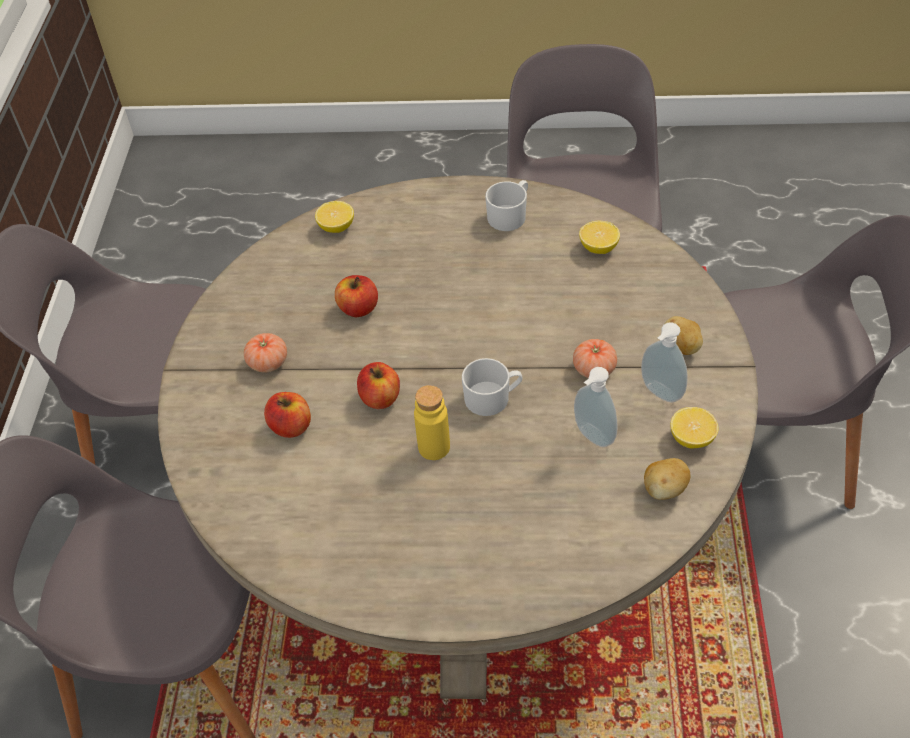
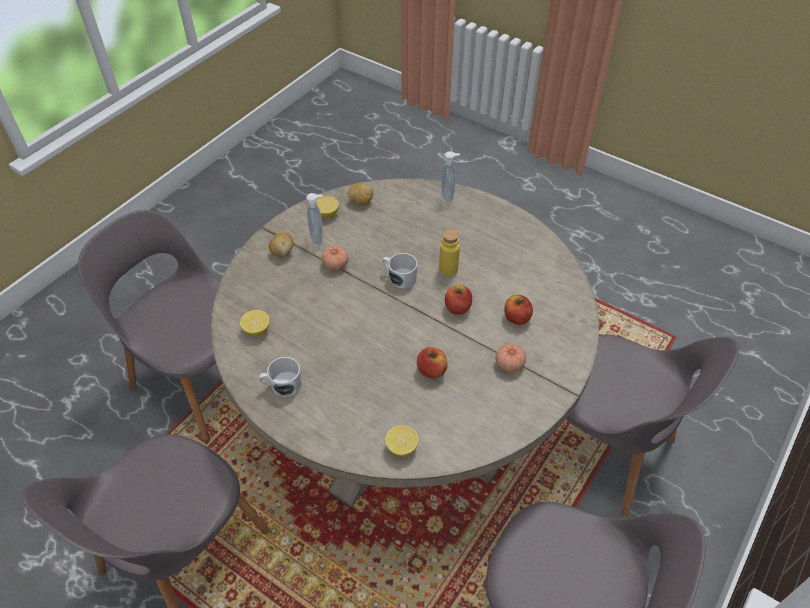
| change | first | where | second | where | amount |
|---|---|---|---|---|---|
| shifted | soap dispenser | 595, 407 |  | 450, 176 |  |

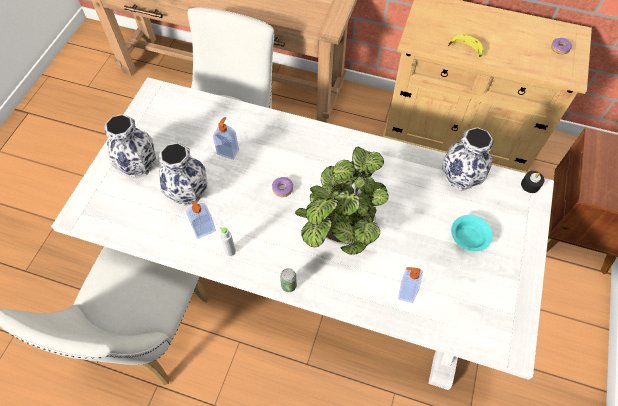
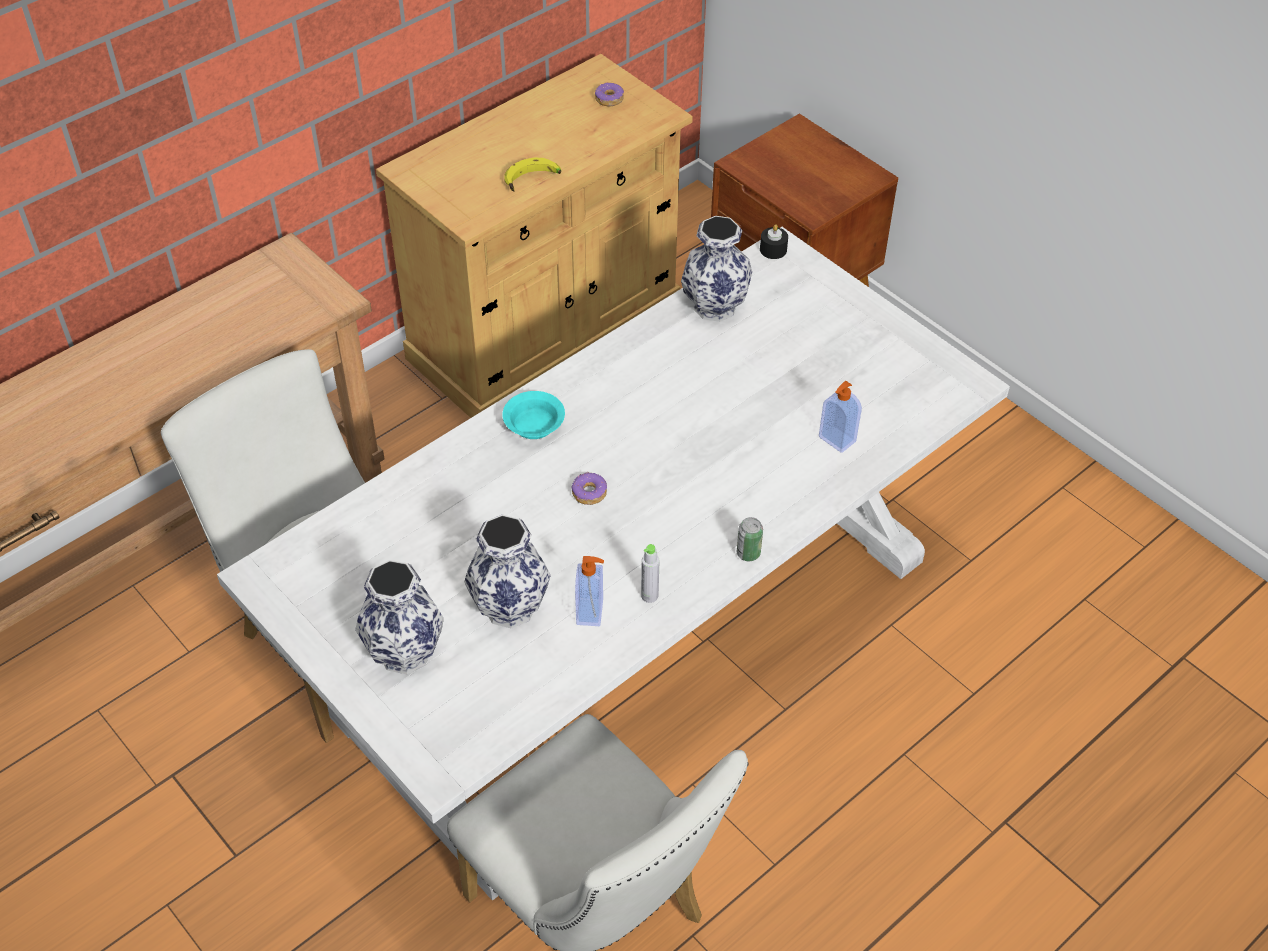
| change | first | where | second | where | amount |
|---|---|---|---|---|---|
| gone | soap dispenser | 226, 138 |  |  |  |
| gone | potted plant | 342, 201 |  |  |  |
| shifted | bowl in turquoise | 472, 233 |  | 533, 415 |  |

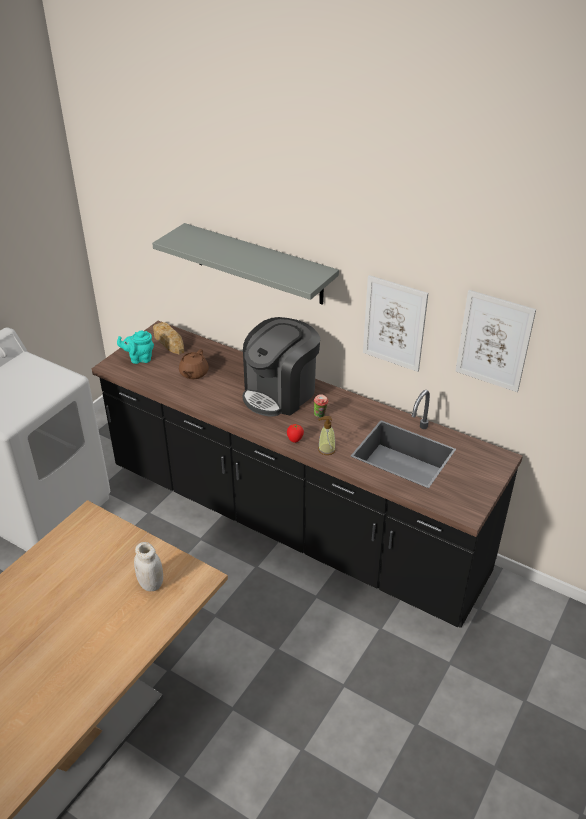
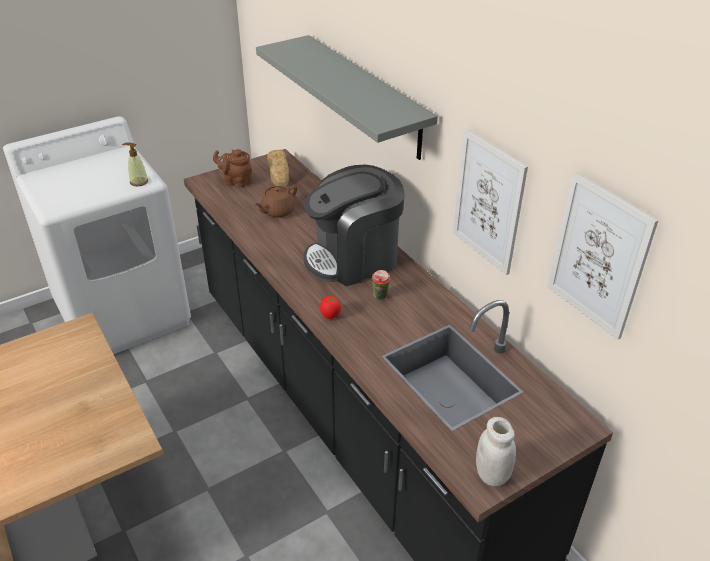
| change | first | where | second | where | amount |
|---|---|---|---|---|---|
| repainted | teapot in turquoise | 135, 347 | teapot in brown | 232, 168 |  |
| shifted | jar in white | 148, 567 |  | 496, 451 |  |
| shifted | soap dispenser | 327, 435 |  | 135, 164 |  |

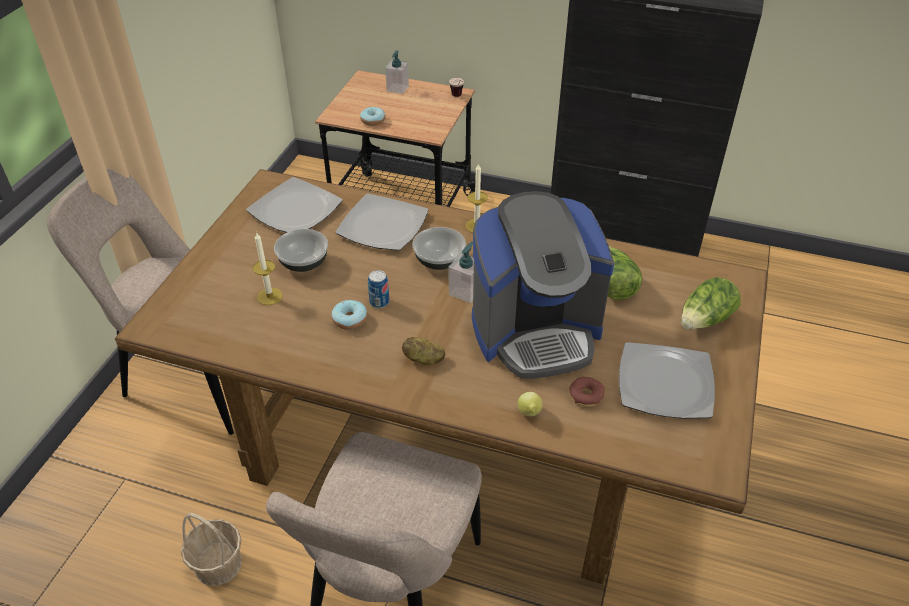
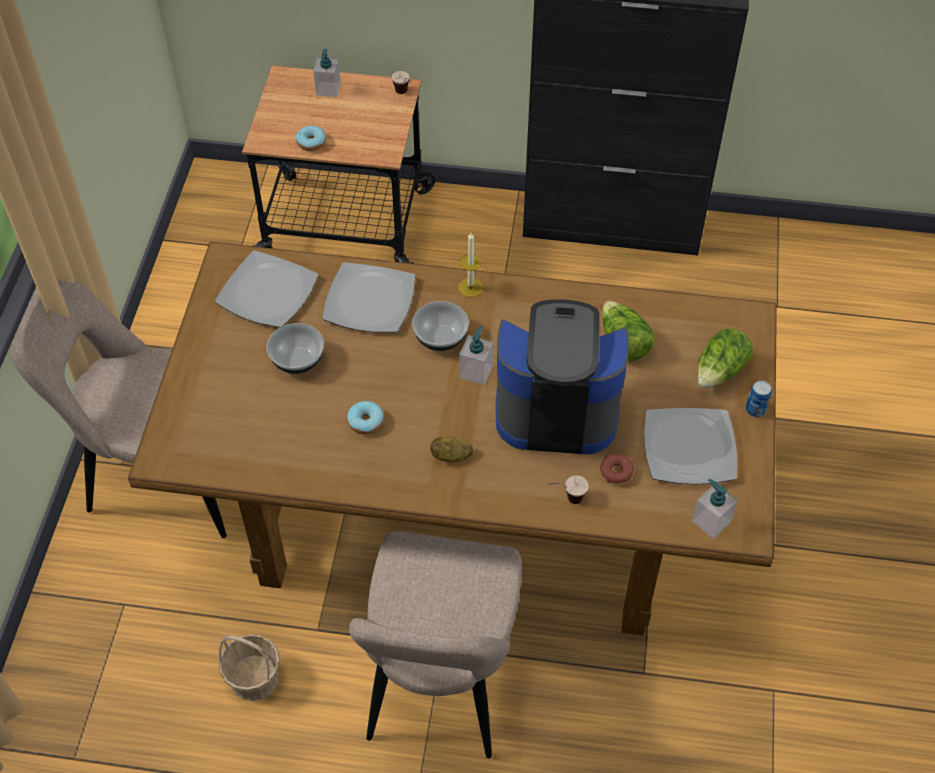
| change | first | where | second | where | amount |
|---|---|---|---|---|---|
| gone | candle | 268, 268 |  |  |  |
| shifted | can | 378, 289 |  | 759, 399 |  |
| rotated | coffee machine | 543, 285 |  | 562, 376 | 150 degrees counterclockwise |
| swapped | lemon | 530, 404 | cup | 568, 490 |  |
| new |  |  | soap dispenser | 715, 509 |  |

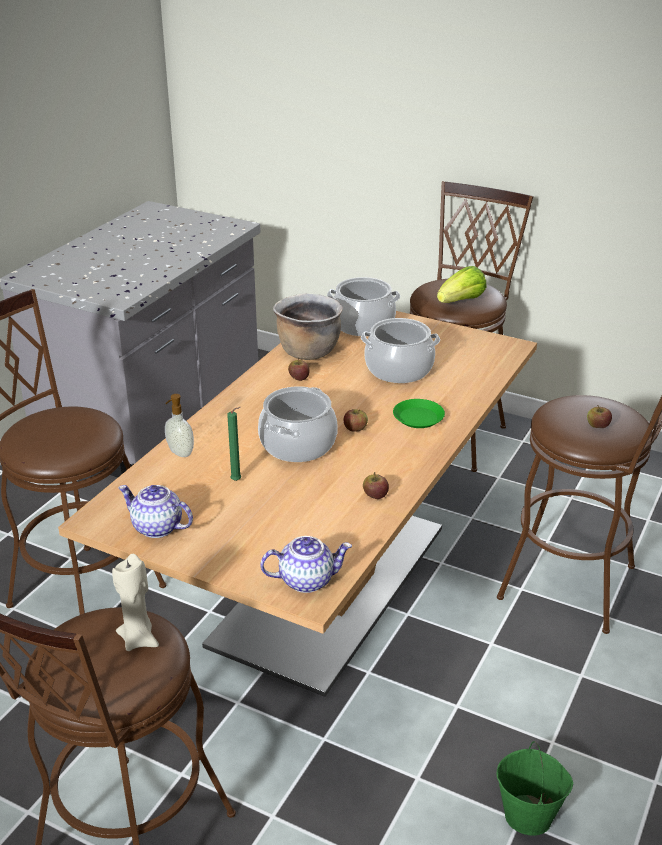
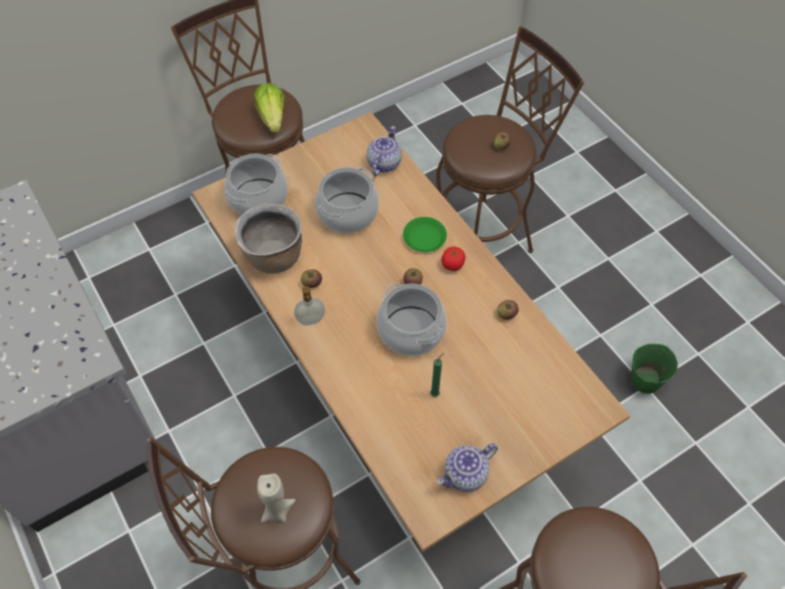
| change | first | where | second | where | amount |
|---|---|---|---|---|---|
| shifted | candle in beige | 135, 602 |  | 276, 497 |  |
| shifted | soap dispenser | 179, 425 |  | 309, 305 |  |
| shifted | teapot | 306, 564 |  | 384, 151 |  |
| new |  |  | tomato | 454, 258 |  |

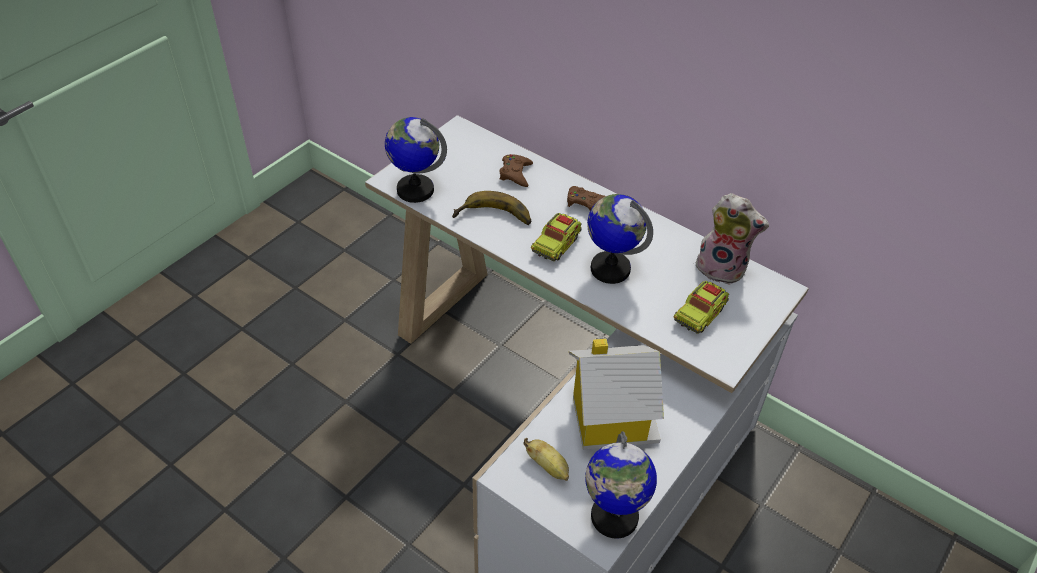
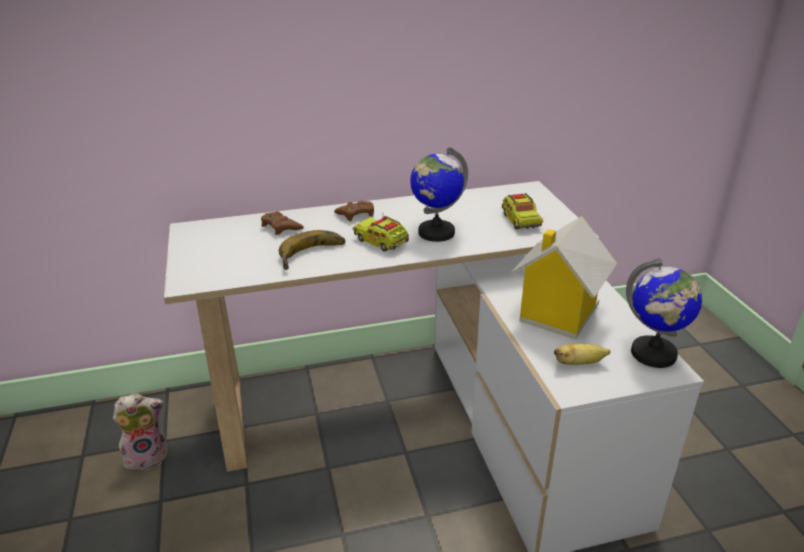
| change | first | where | second | where | amount |
|---|---|---|---|---|---|
| gone | globe | 416, 160 |  |  |  |
| rotated | toy truck | 556, 237 |  | 381, 234 | 150 degrees clockwise |
| shifted | plush toy | 732, 239 |  | 140, 432 |  |

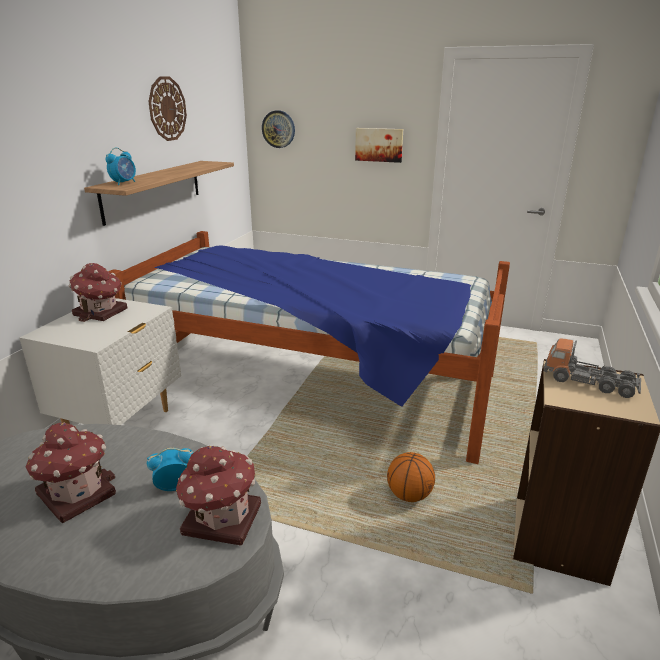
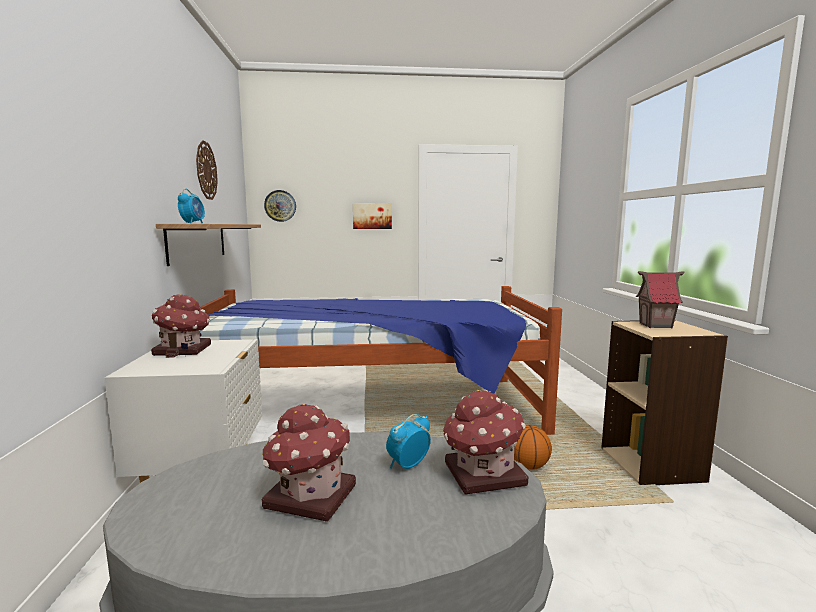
| change | first | where | second | where | amount |
|---|---|---|---|---|---|
| swapped | toy truck | 592, 368 | toy house | 660, 299 |  |

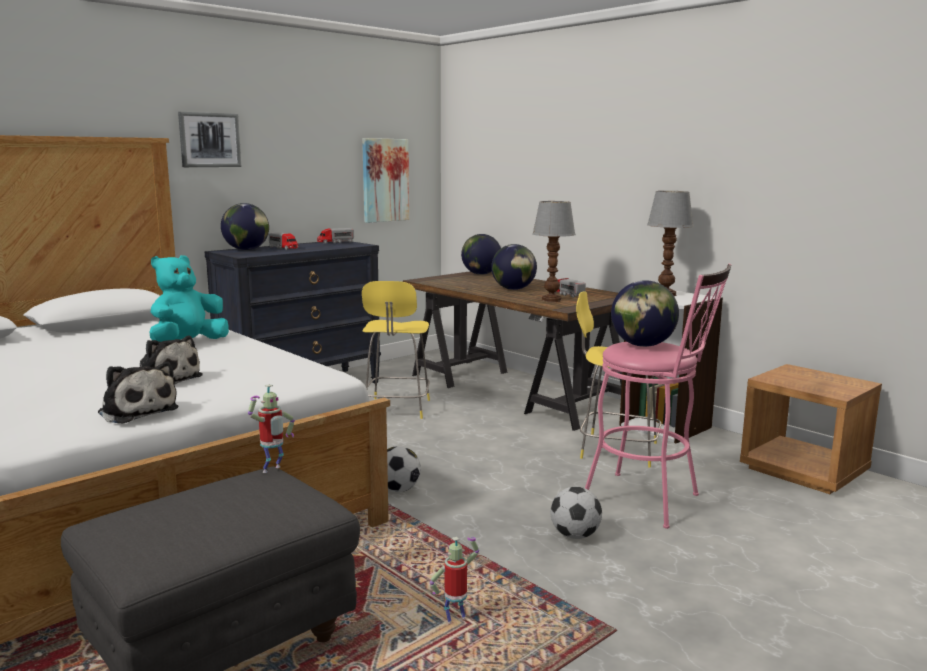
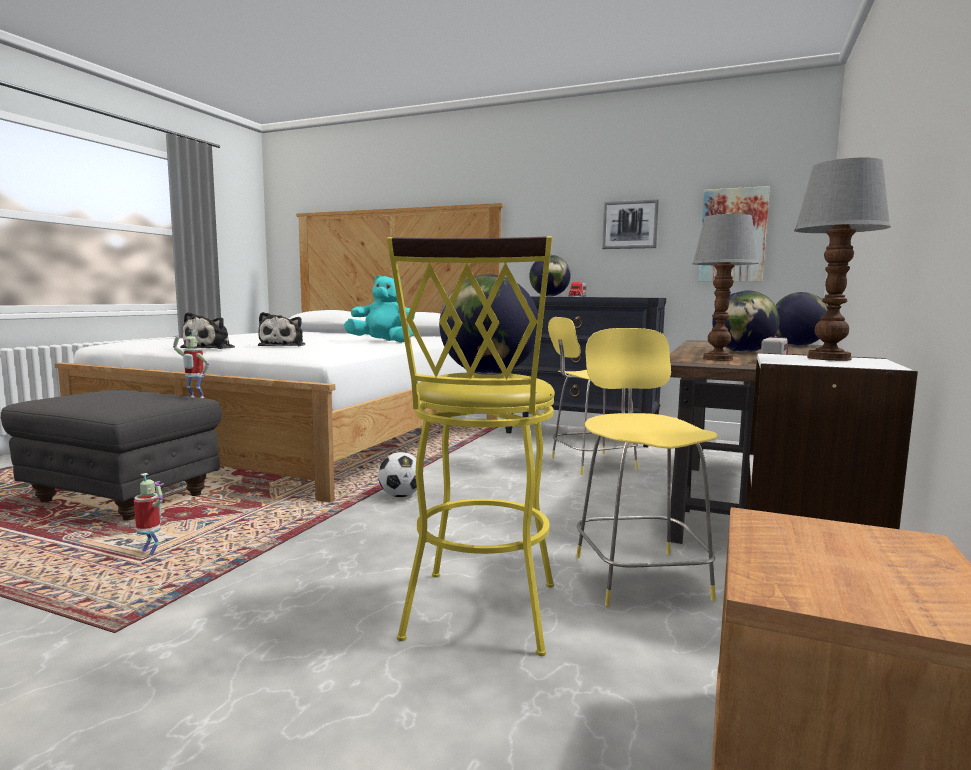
| change | first | where | second | where | amount |
|---|---|---|---|---|---|
| shifted | picture | 209, 139 |  | 630, 224 |  |
| gone | toy truck | 335, 236 |  |  |  |
| gone | football | 576, 512 |  |  |  |
| repainted | stool in pink | 658, 396 | stool in yellow | 471, 446 |  |

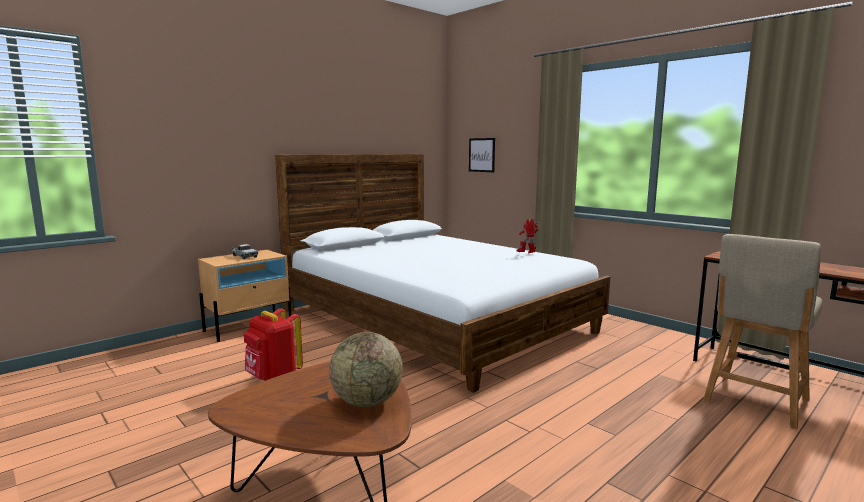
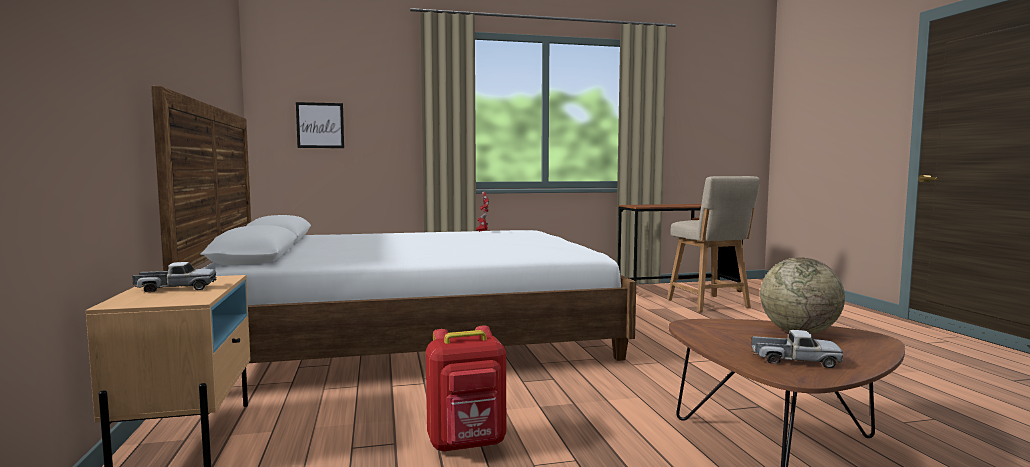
| change | first | where | second | where | amount |
|---|---|---|---|---|---|
| new |  |  | toy truck | 797, 349 |  |

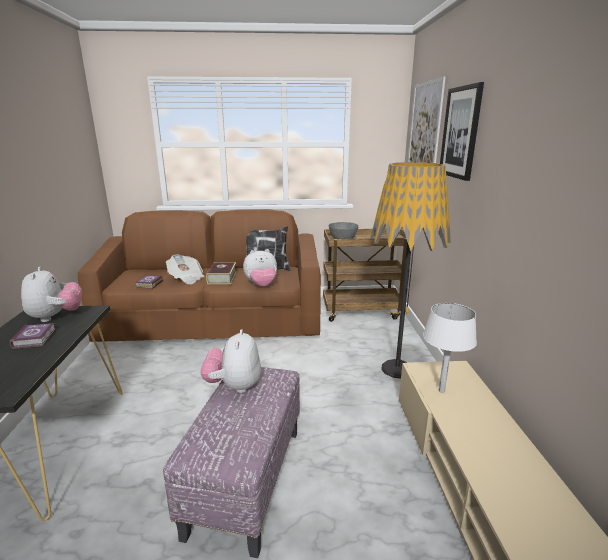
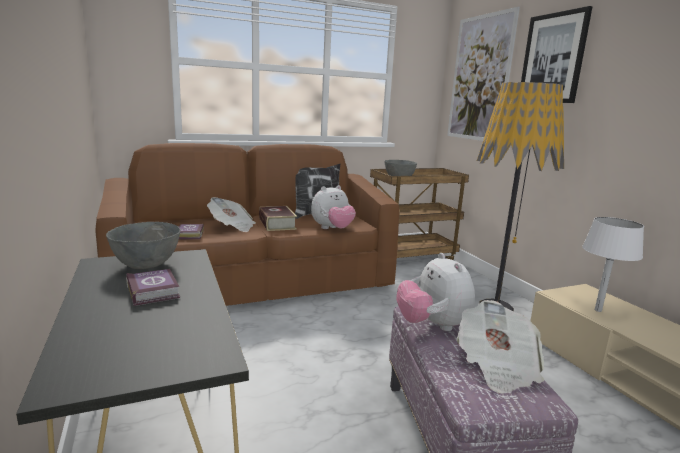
| change | first | where | second | where | amount |
|---|---|---|---|---|---|
| swapped | plush toy | 51, 294 | bowl in grey | 143, 245 |  |
| new |  |  | newspaper | 500, 346 |  |

